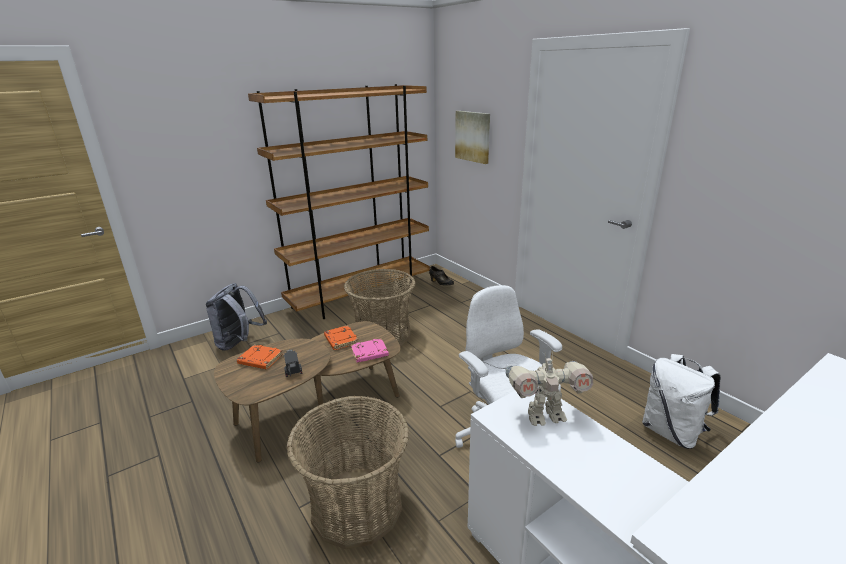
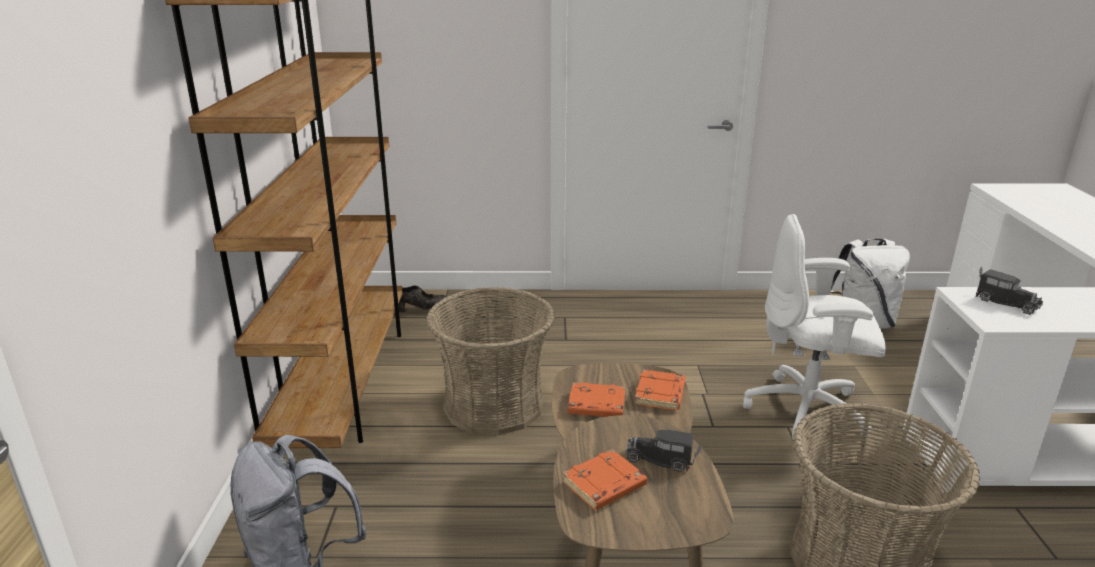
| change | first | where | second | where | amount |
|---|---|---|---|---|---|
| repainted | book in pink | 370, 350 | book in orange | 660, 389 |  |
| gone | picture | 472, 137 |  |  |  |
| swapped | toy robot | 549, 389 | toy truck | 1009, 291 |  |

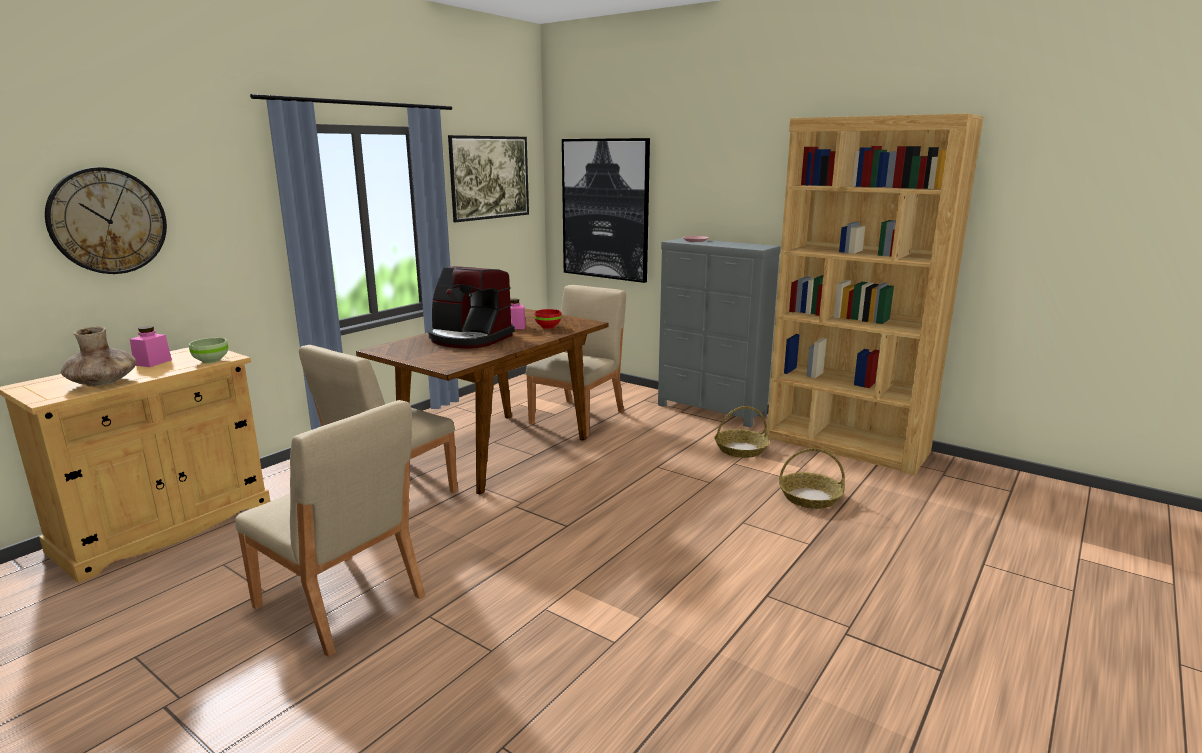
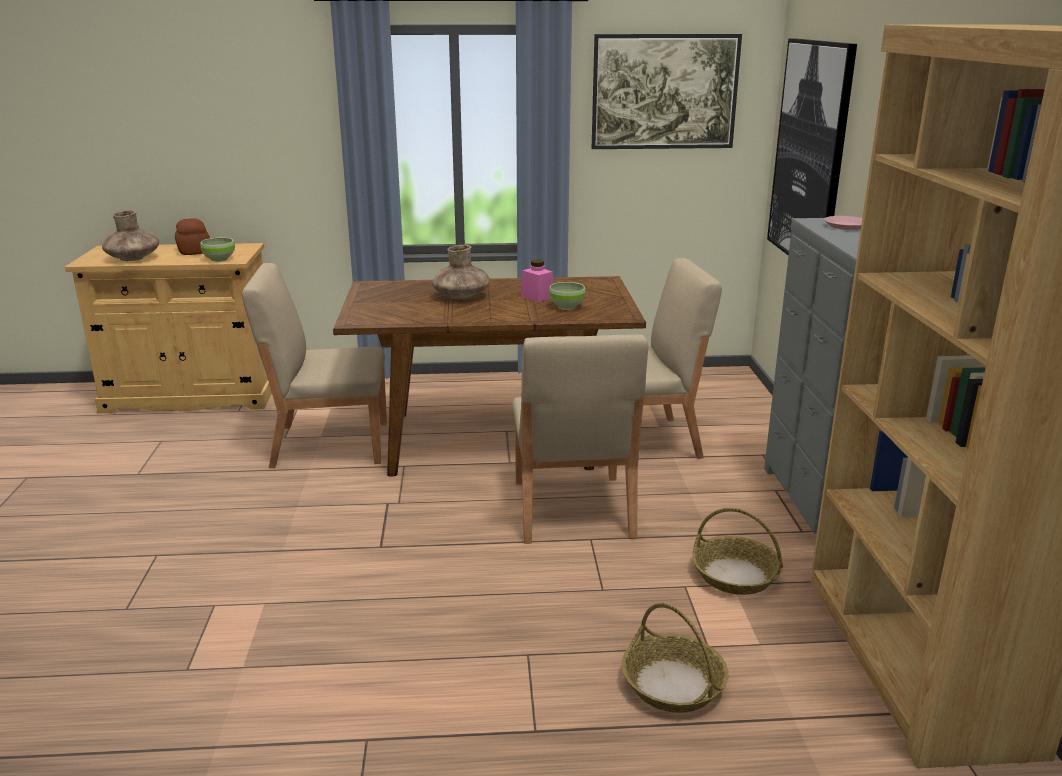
| change | first | where | second | where | amount |
|---|---|---|---|---|---|
| gone | wall clock | 106, 220 |  |  |  |
| swapped | jar in pink | 151, 346 | bread | 192, 236 |  |
| shifted | chair in beige | 330, 528 |  | 580, 439 |  |
| swapped | coffee machine | 471, 307 | vase in brown | 461, 272 |  |
| repainted | bowl in red | 547, 319 | bowl in green | 567, 296 |  |

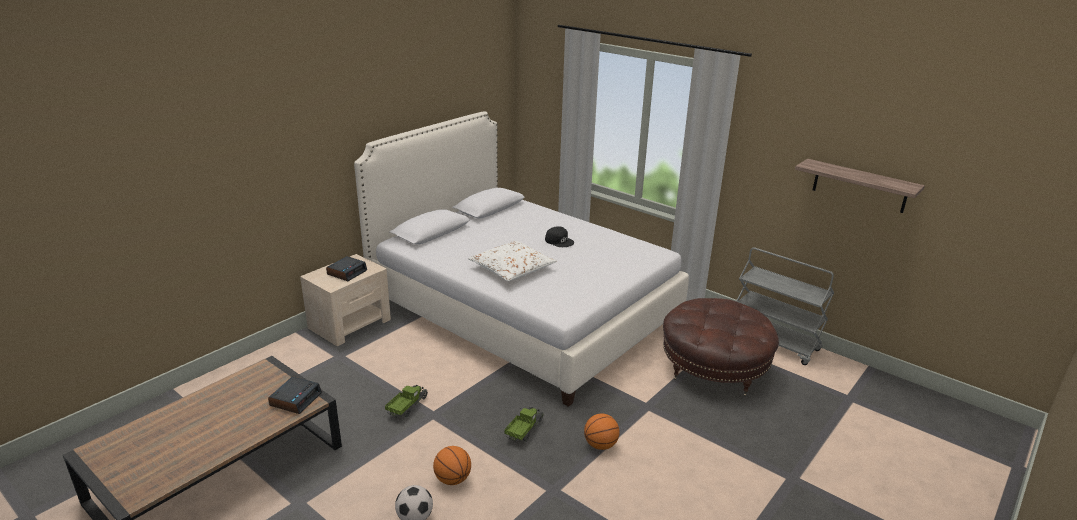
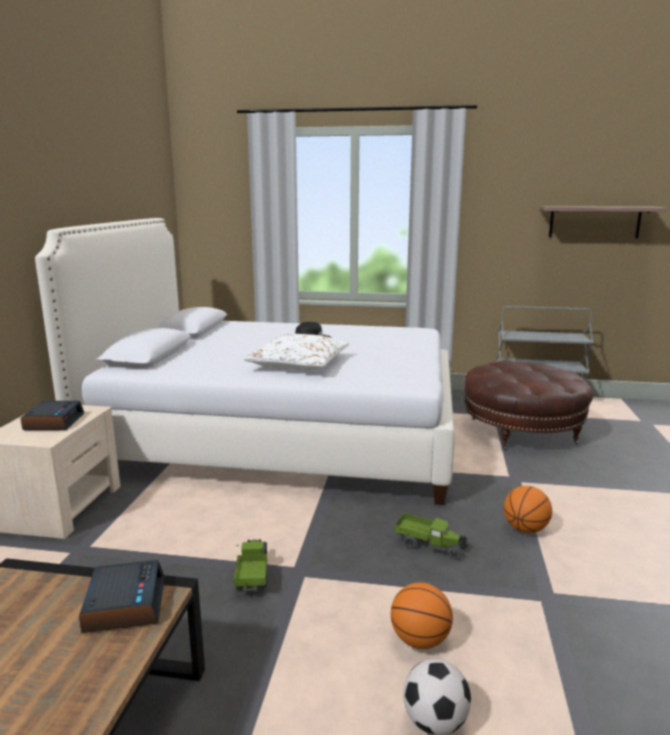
| change | first | where | second | where | amount |
|---|---|---|---|---|---|
| rotated | toy truck | 524, 424 |  | 431, 536 | 120 degrees clockwise |

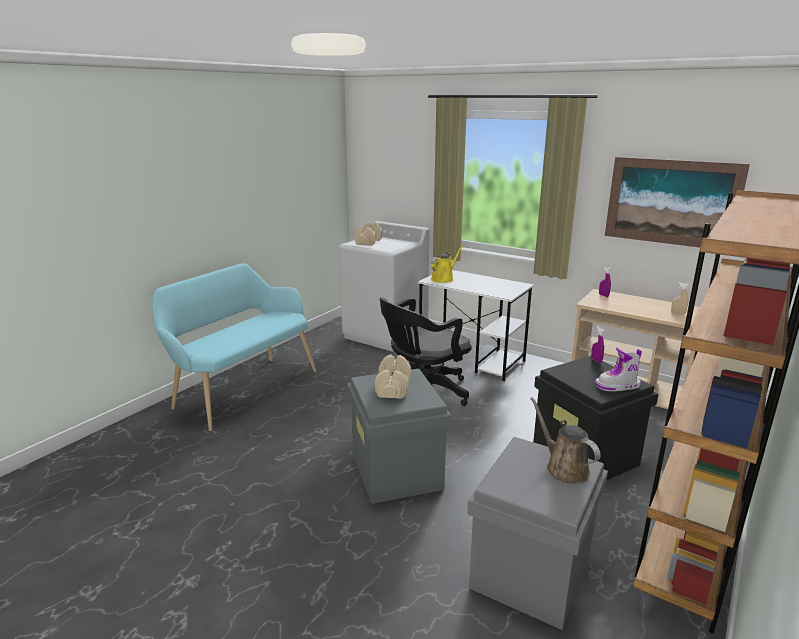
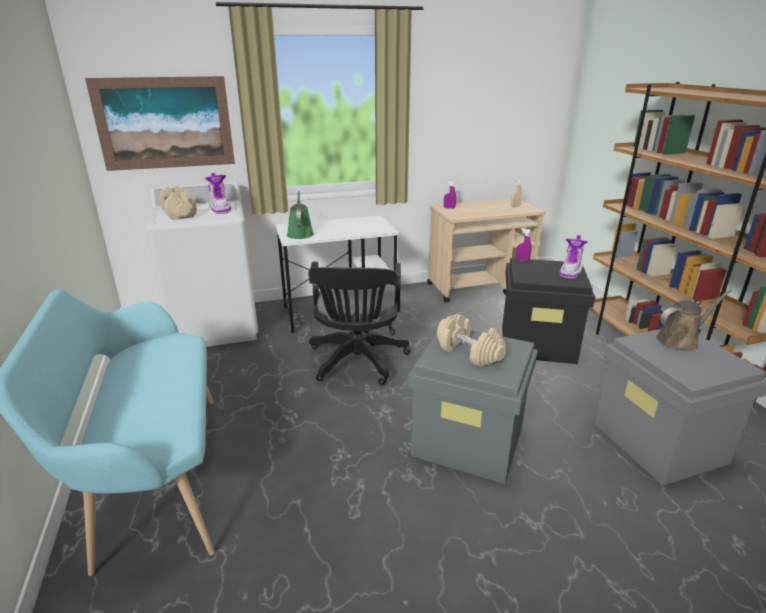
| change | first | where | second | where | amount |
|---|---|---|---|---|---|
| repainted | watering can in yellow | 447, 264 | watering can in green | 300, 215 |  |
| rotated | watering can in brown | 565, 440 |  | 694, 320 | 150 degrees clockwise |
| shifted | picture | 677, 202 |  | 160, 123 |  |
| new |  |  | boot | 218, 193 |  |

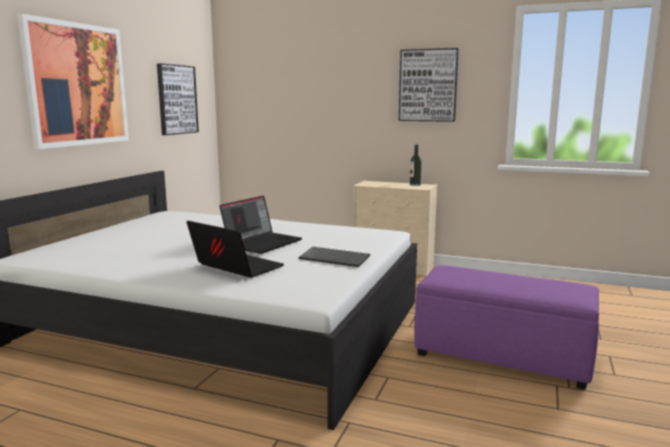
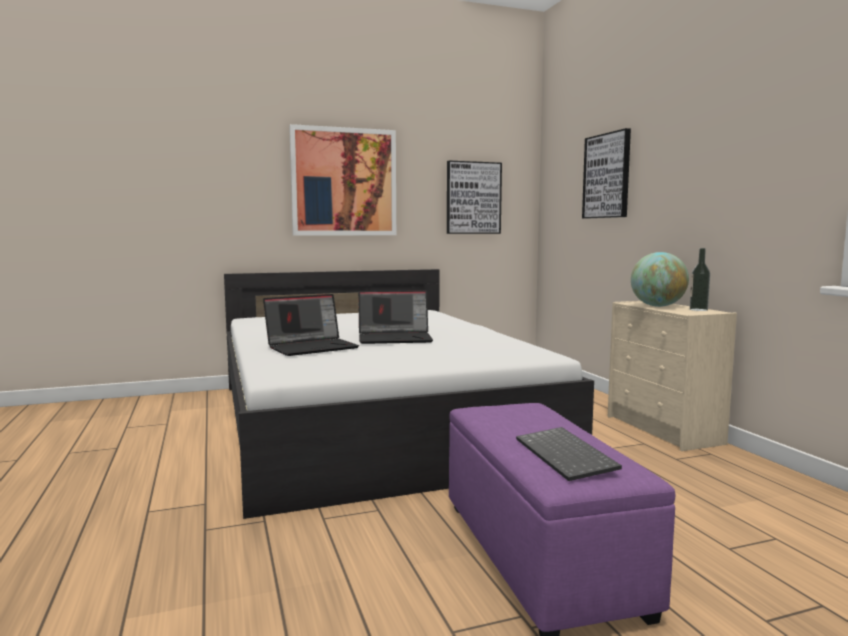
| change | first | where | second | where | amount |
|---|---|---|---|---|---|
| rotated | laptop | 235, 249 |  | 311, 325 | 60 degrees clockwise |
| shifted | keyboard | 334, 257 |  | 569, 454 |  |
| shifted | picture | 429, 85 |  | 606, 173 |  |
| new |  |  | globe | 660, 279 |  |

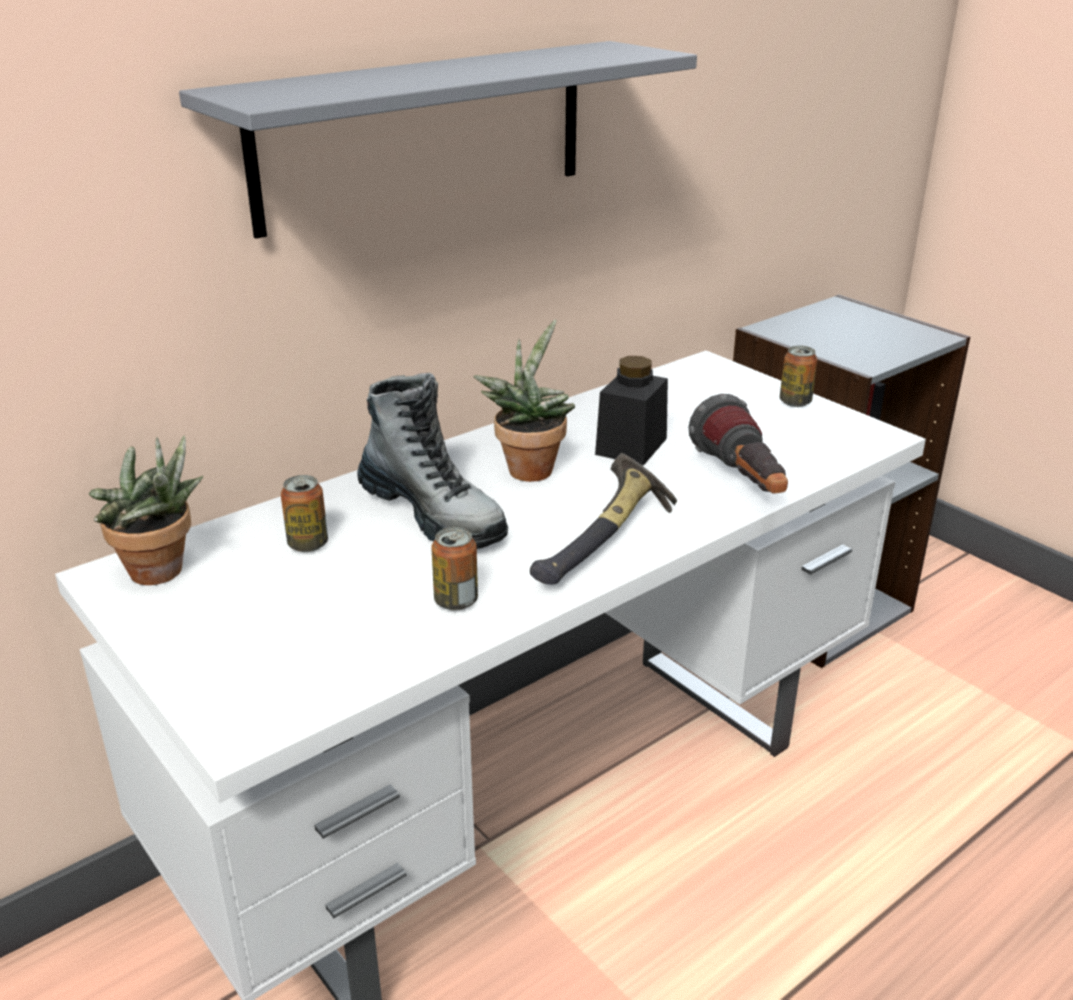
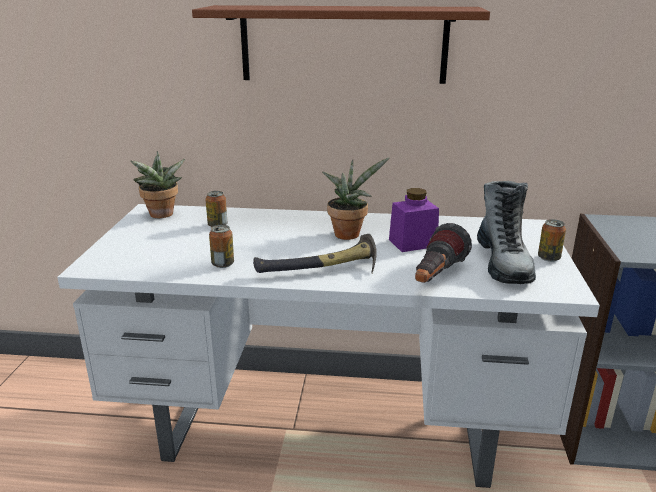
| change | first | where | second | where | amount |
|---|---|---|---|---|---|
| repainted | shelf in grey | 438, 140 | shelf in brown | 341, 44 |  |
| shifted | boot | 433, 461 |  | 506, 232 |  |
| repainted | jar in black | 631, 410 | jar in purple | 414, 220 |  |

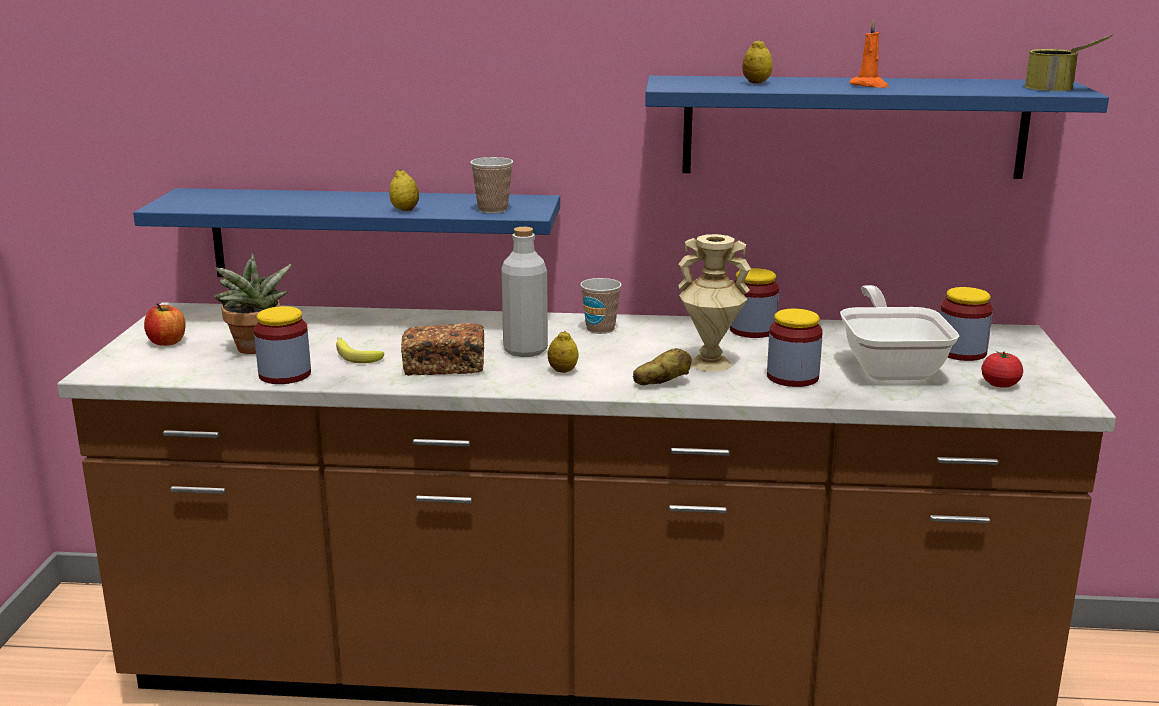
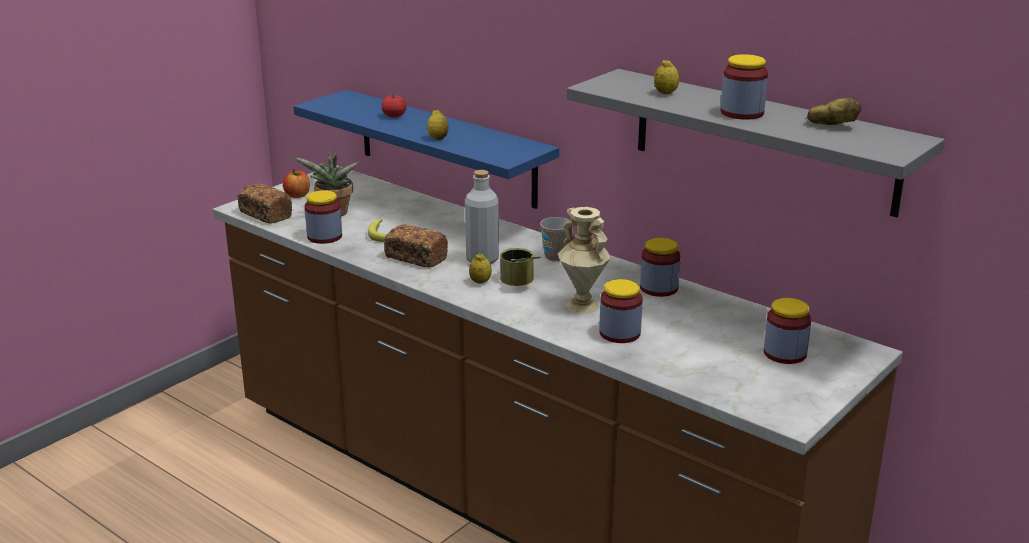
| change | first | where | second | where | amount |
|---|---|---|---|---|---|
| gone | cup | 491, 185 |  |  |  |
| shifted | potato | 662, 366 |  | 834, 111 |  |
| repainted | shelf in blue | 877, 127 | shelf in grey | 756, 143 |  |
| gone | frying pan | 899, 332 |  |  |  |
| swapped | candle in orange | 869, 53 | jar | 744, 87 |  |
| shifted | tomato | 1002, 369 |  | 394, 105 |  |
| shifted | can | 1068, 63 |  | 520, 267 |  |
| new |  |  | bread | 264, 203 |  |

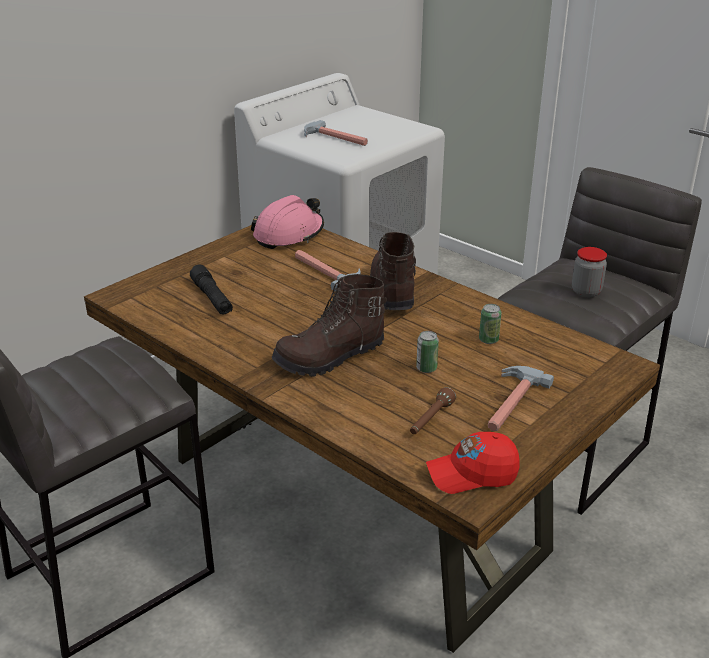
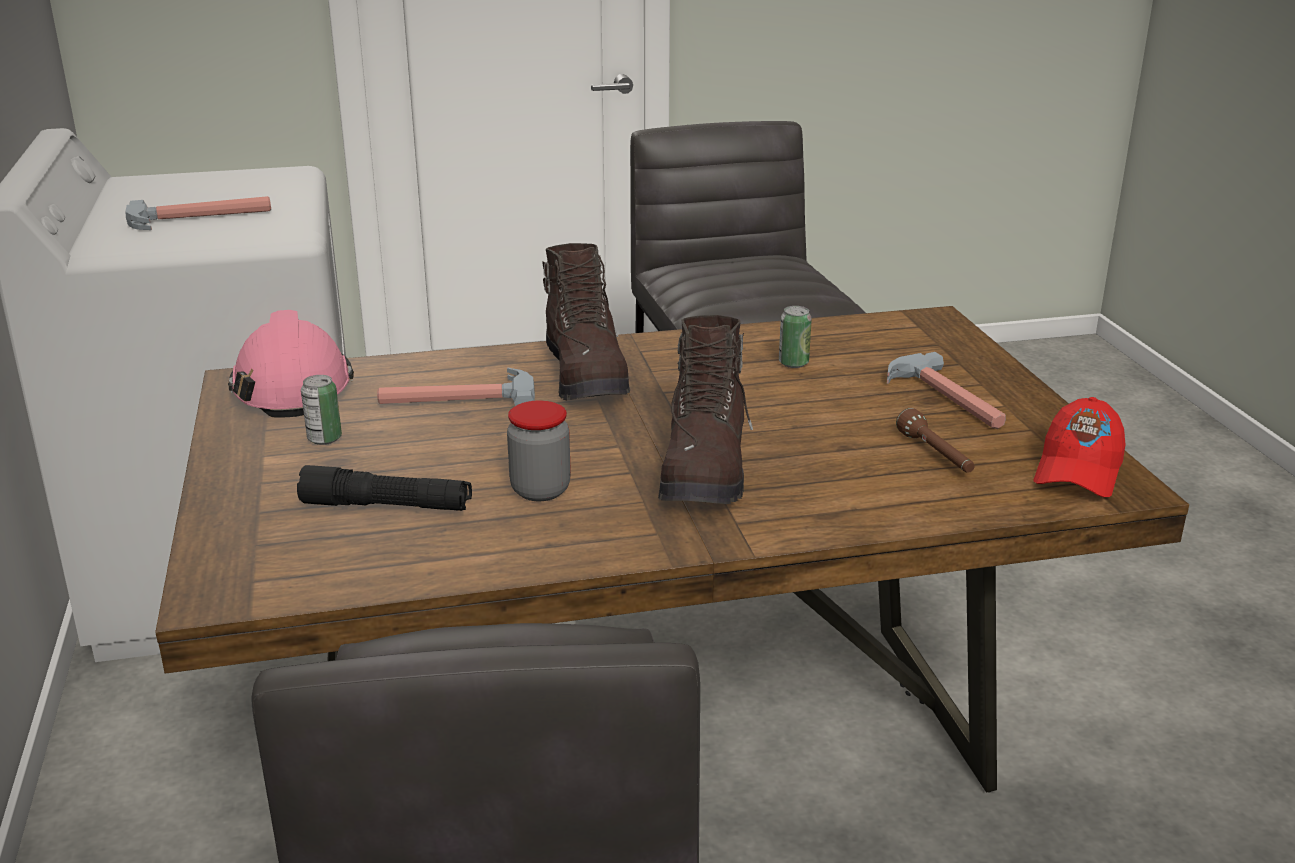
| change | first | where | second | where | amount |
|---|---|---|---|---|---|
| rotated | boot in brown | 393, 271 |  | 586, 321 | 135 degrees counterclockwise |
| shifted | can | 427, 352 |  | 321, 410 |  |
| shifted | jar | 589, 272 |  | 539, 450 |  |

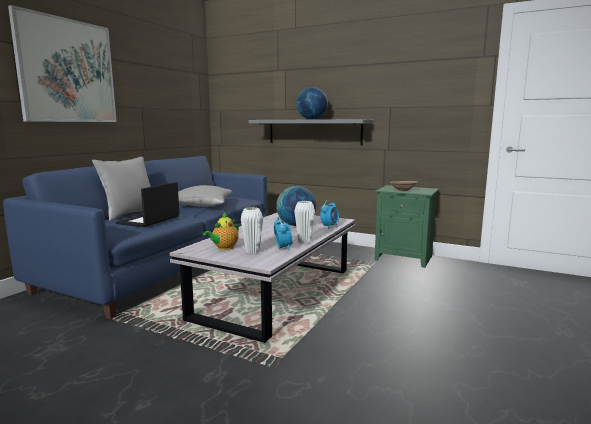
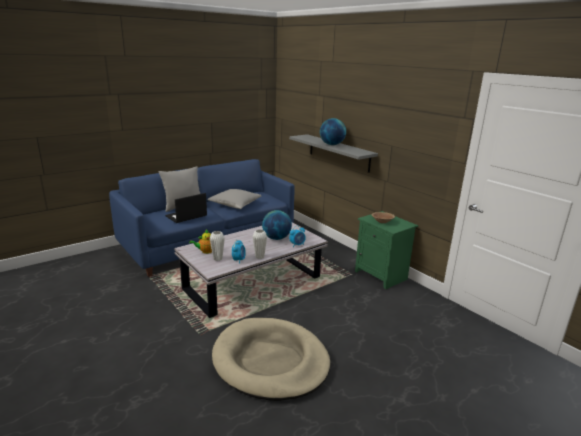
| change | first | where | second | where | amount |
|---|---|---|---|---|---|
| gone | picture | 62, 63 |  |  |  |
| new |  |  | dog bed in beige | 271, 359 |  |

